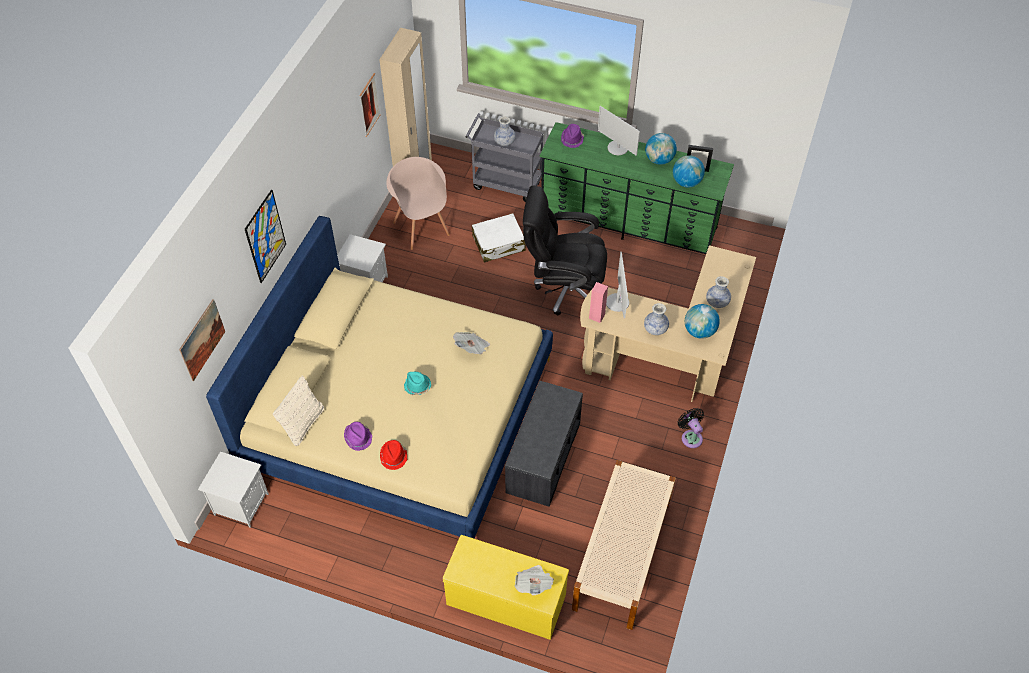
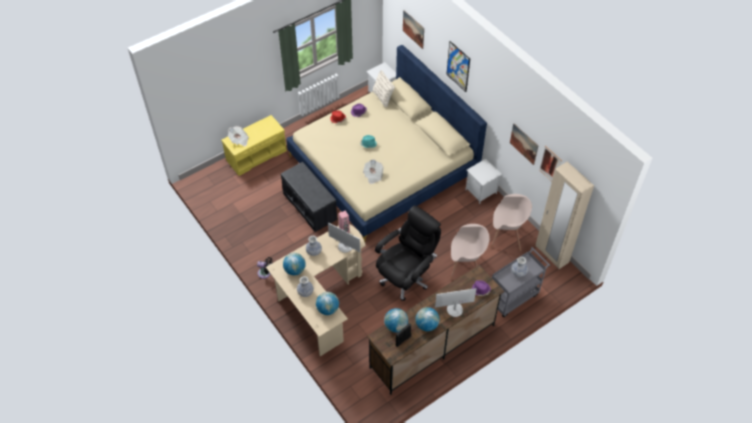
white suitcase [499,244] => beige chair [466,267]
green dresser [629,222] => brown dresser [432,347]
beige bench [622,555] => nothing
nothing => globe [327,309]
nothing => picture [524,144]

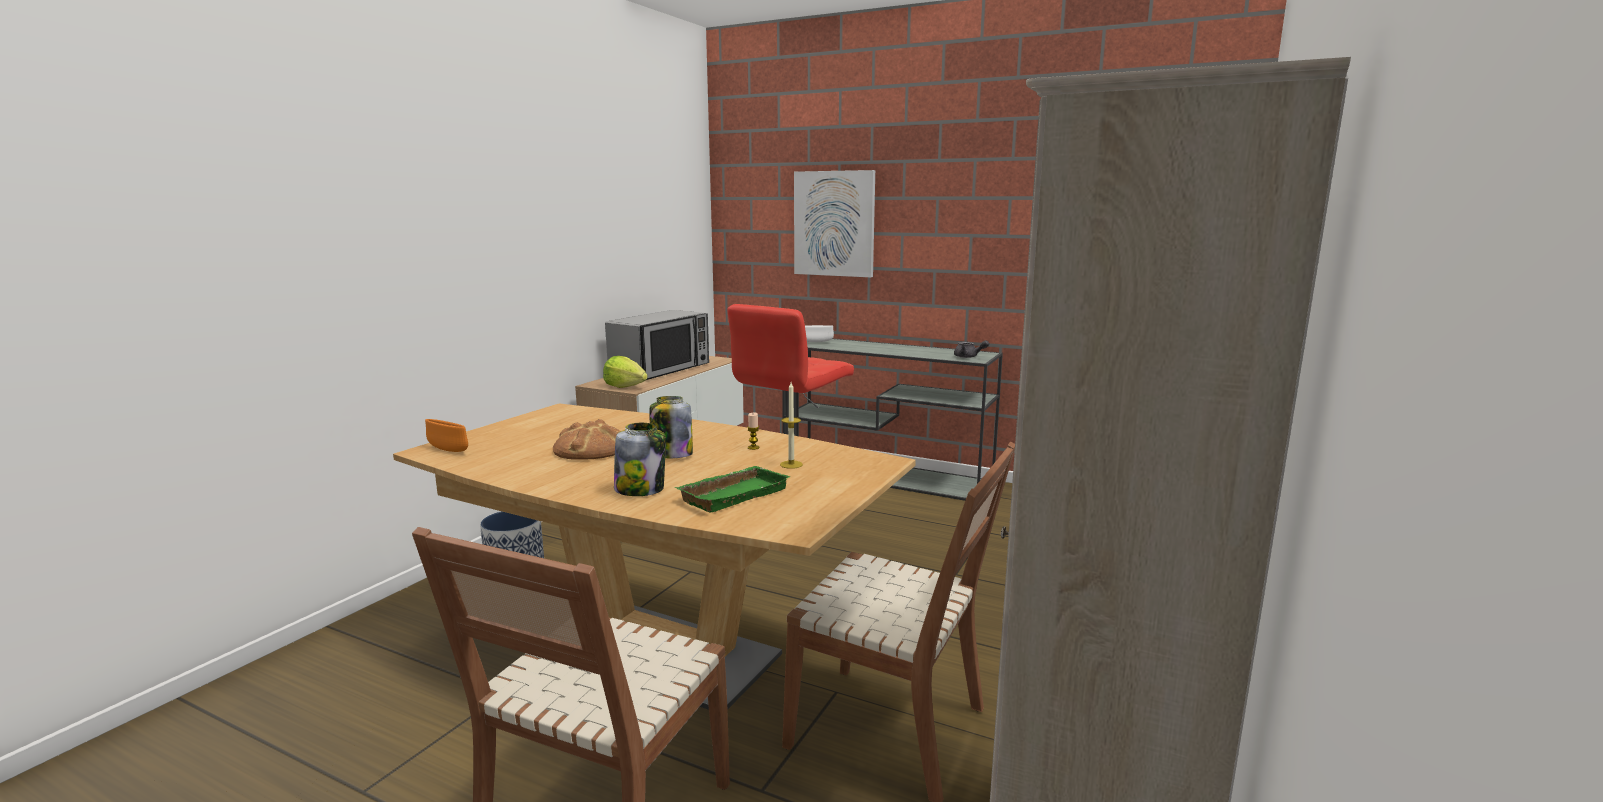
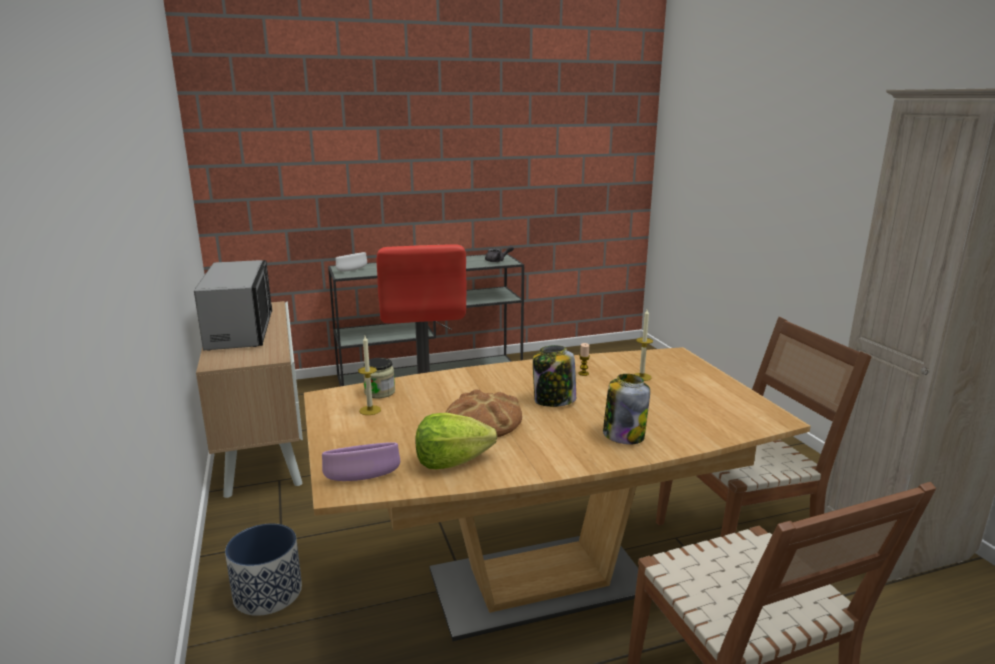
orange bowl [448,450] => purple bowl [362,478]
lettuce [625,386] => lettuce [451,461], moved
green tray [733,494] => nothing
picture [834,223] => nothing
nothing => candle [370,410]
nothing => jar [379,392]

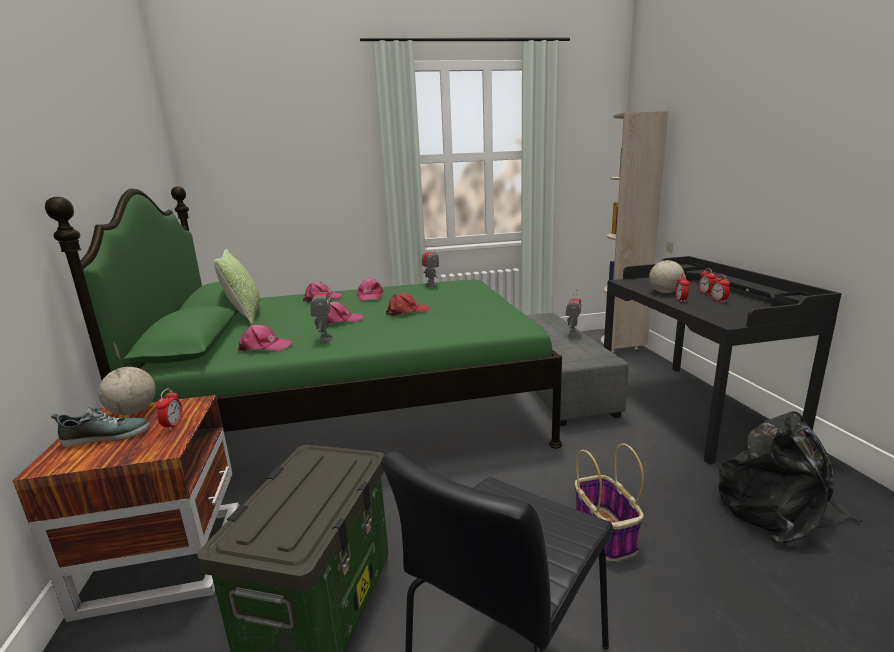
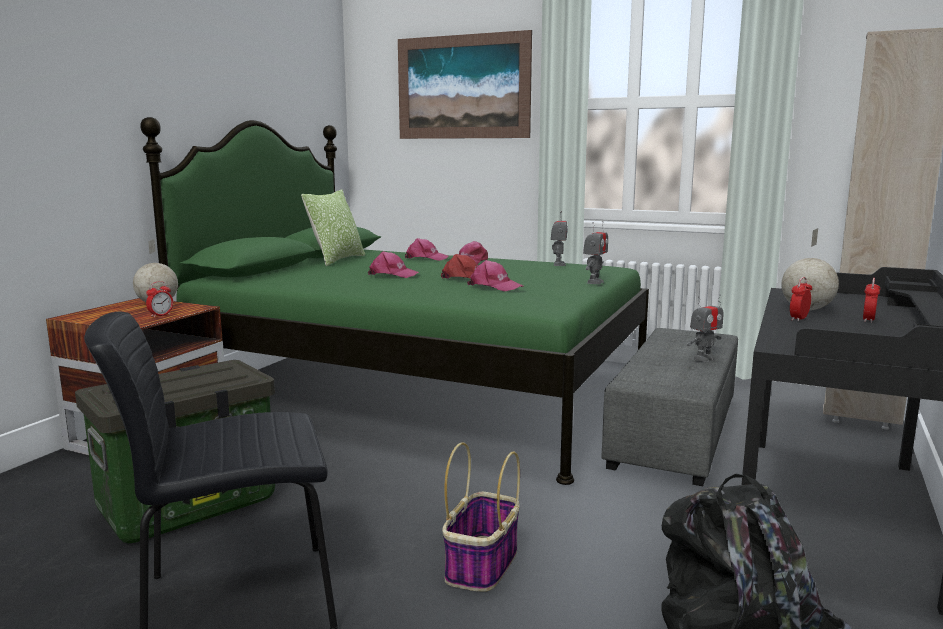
shoe [107,436] => nothing
pink cap [264,347] => pink cap [494,286], moved
toy robot [325,339] => toy robot [594,282], moved
alarm clock [718,301] => nothing
nothing => picture [463,87]

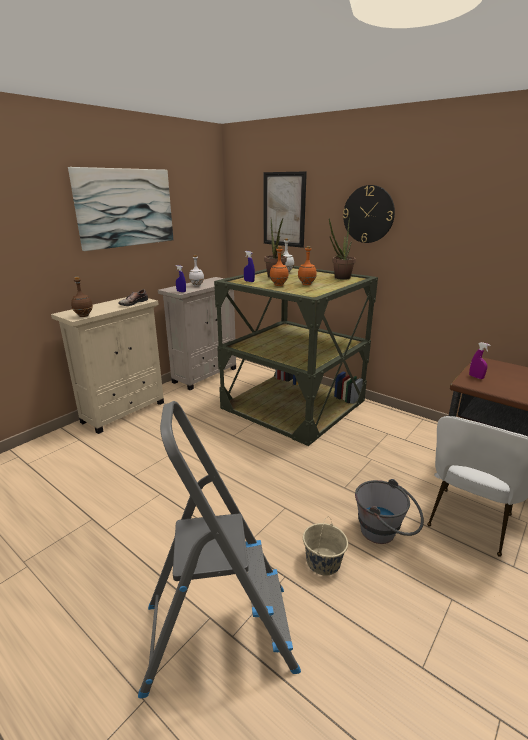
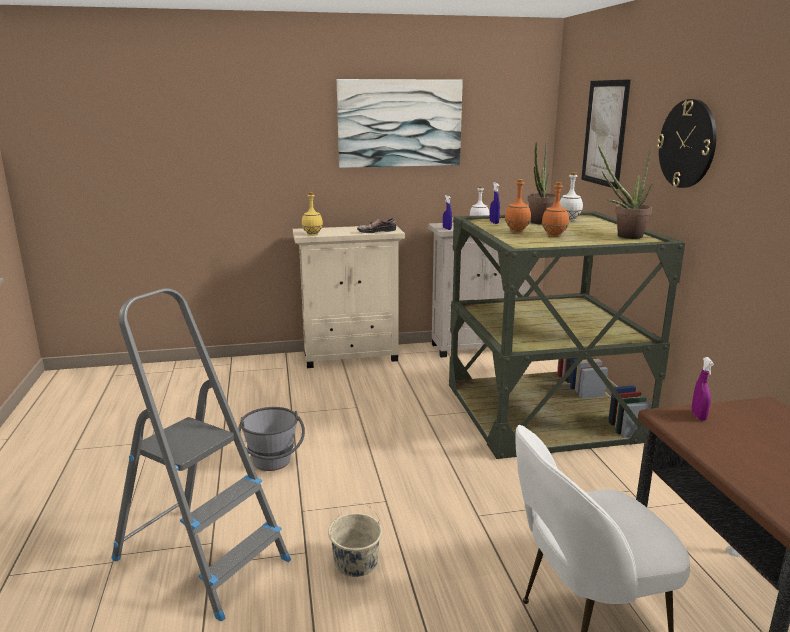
brown bottle [83,316] => yellow bottle [312,234]
grey bucket [385,534] => grey bucket [273,465], moved

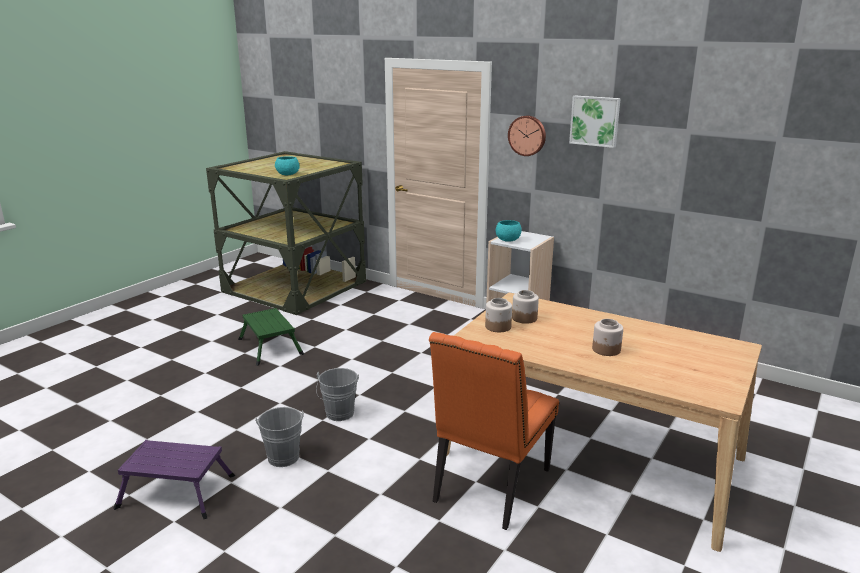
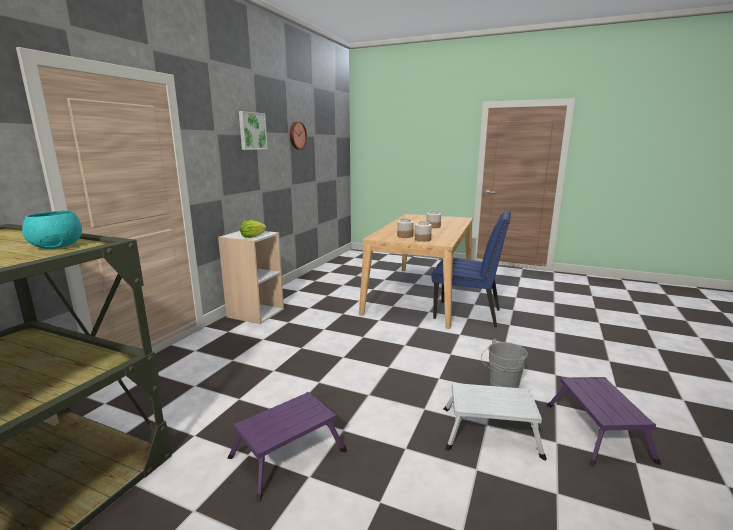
green step ladder [270,346] => purple step ladder [287,454]
grey bucket [339,415] => nothing
orange chair [492,484] => blue chair [466,314]
turquoise bowl [508,240] => lettuce [252,236]
wall clock [527,135] => wall clock [297,135], moved
nothing => white step ladder [489,432]

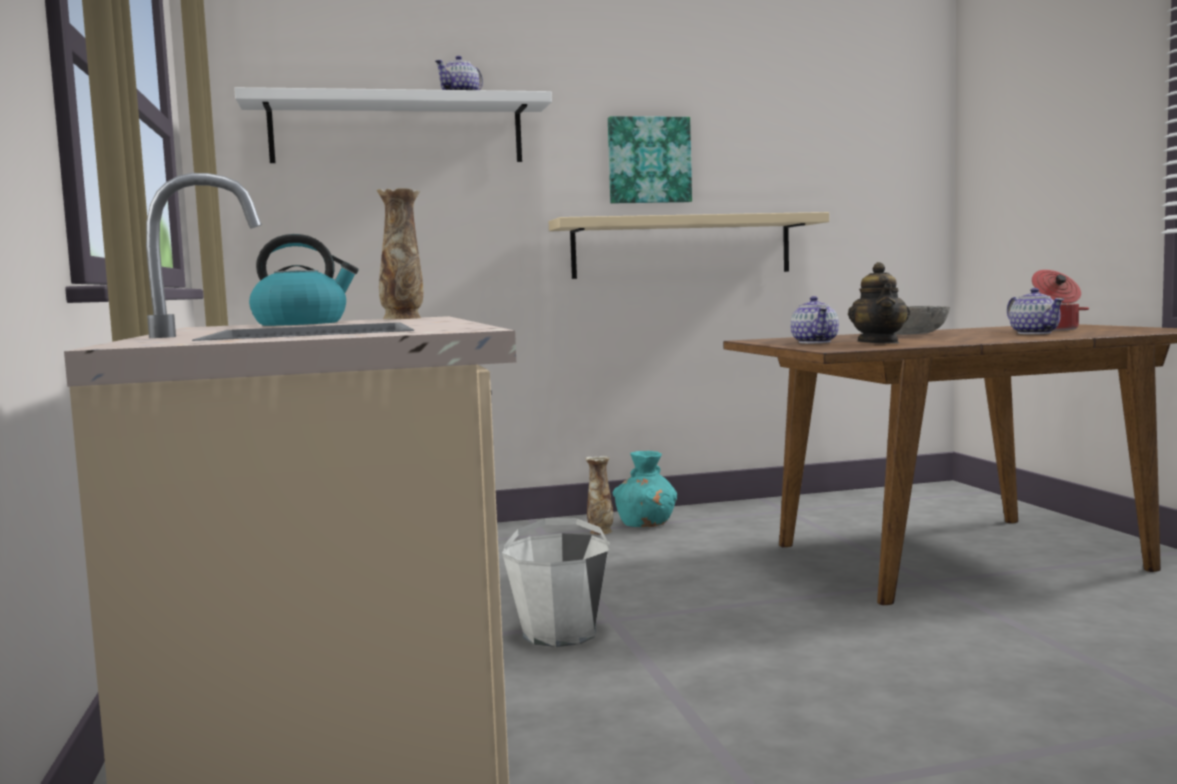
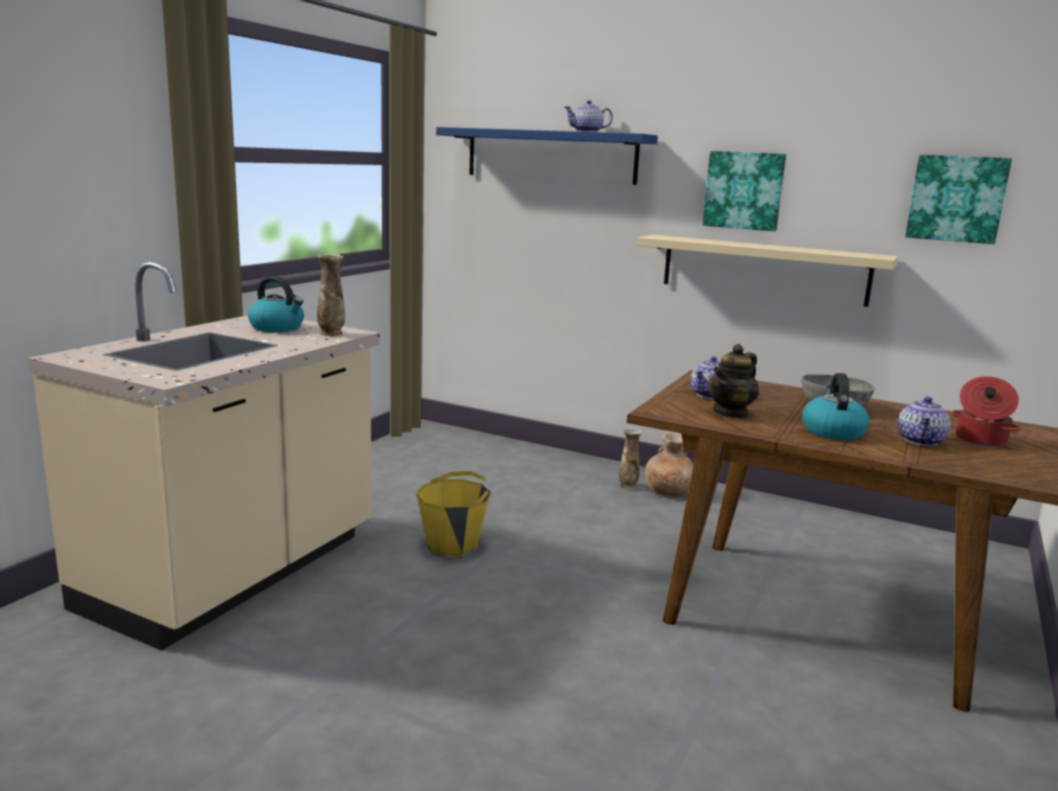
white shelf [397,131] => blue shelf [550,155]
white bucket [560,633] => yellow bucket [453,547]
turquoise vase [646,524] => brown vase [668,492]
nothing => kettle [832,431]
nothing => picture [956,198]

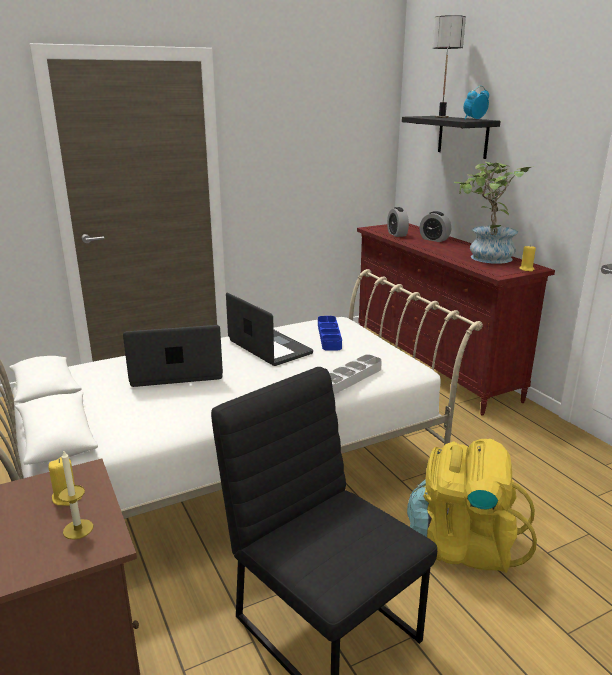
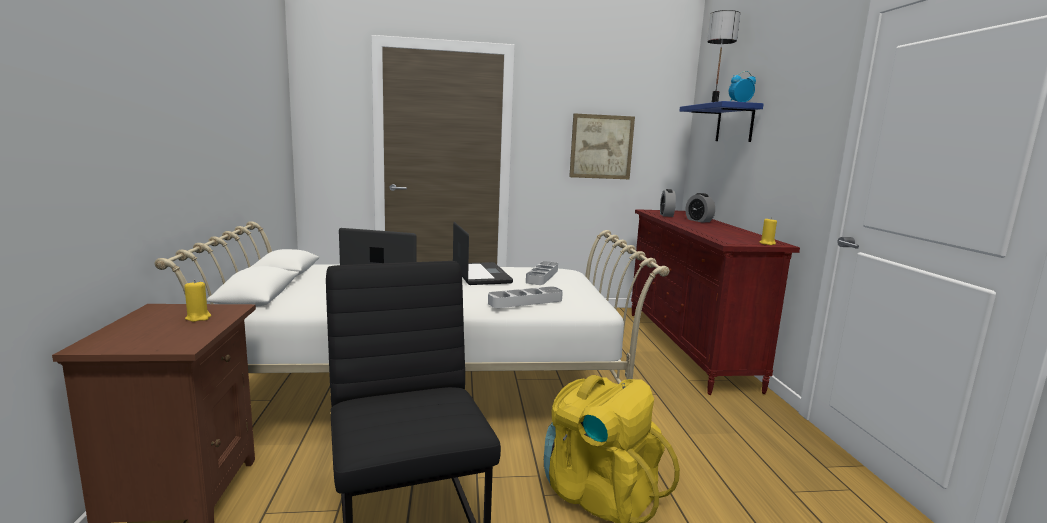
candle [78,529] => nothing
blue tray [329,336] => grey tray [542,276]
black shelf [463,136] => blue shelf [734,124]
potted plant [485,258] => nothing
nothing => picture [601,147]

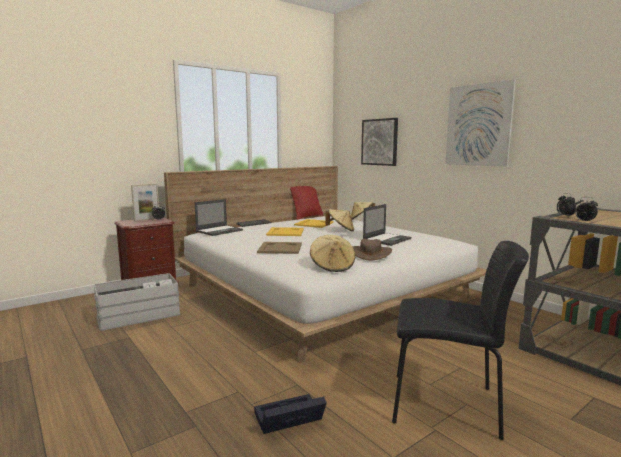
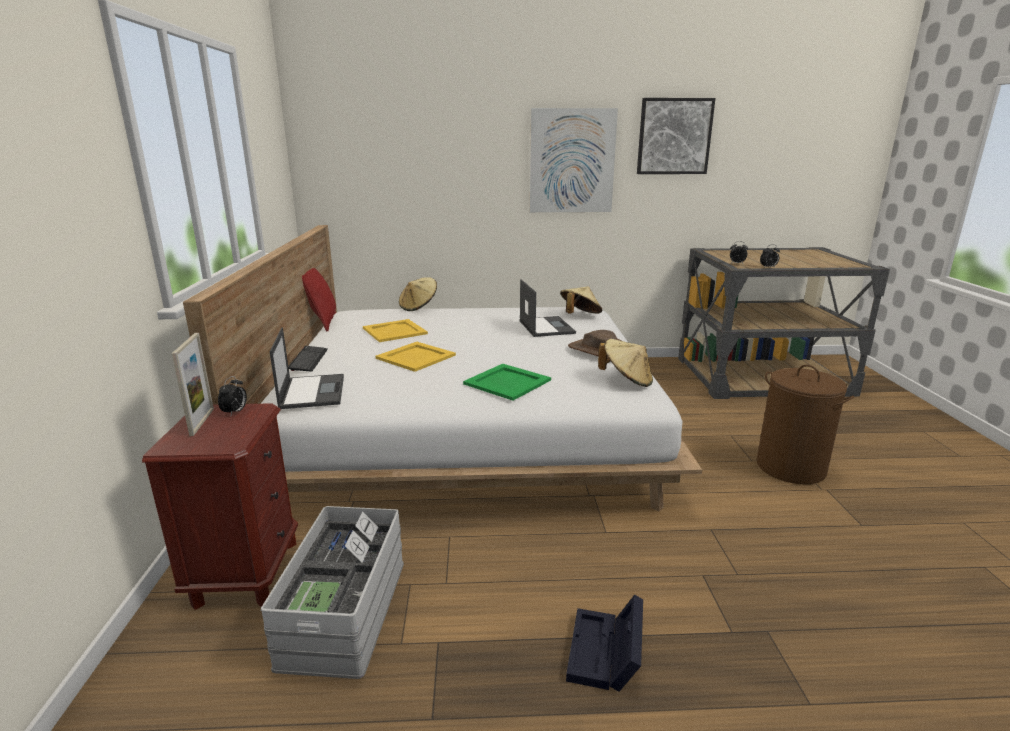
black storage box [287,420] => black storage box [605,655], moved
beige tray [279,248] => green tray [507,382]
beige hat [340,230] => beige hat [580,316], moved
picture [379,142] => picture [674,136], moved
black chair [448,405] => brown laundry basket [791,467]

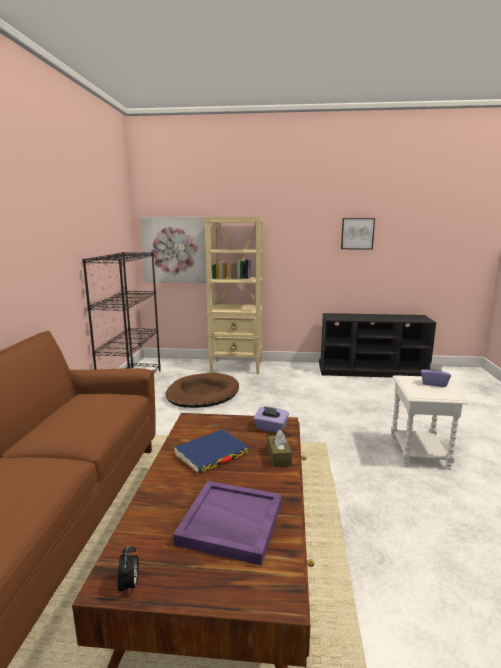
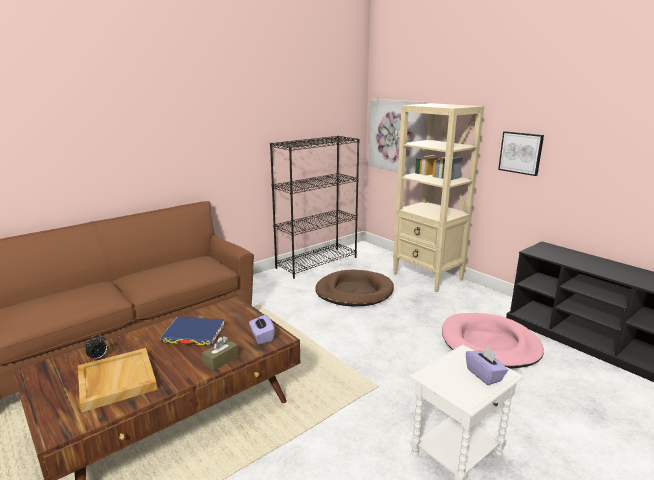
alarm clock [129,586] => alarm clock [98,358], moved
purple tray [230,523] => beige tray [116,380]
picture [357,233] => picture [521,153], moved
nothing => pink dog bed [489,344]

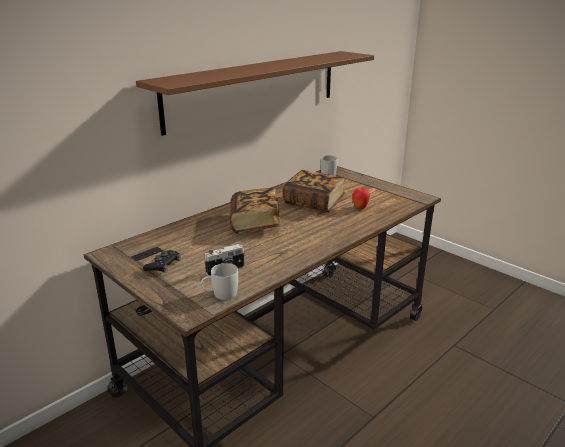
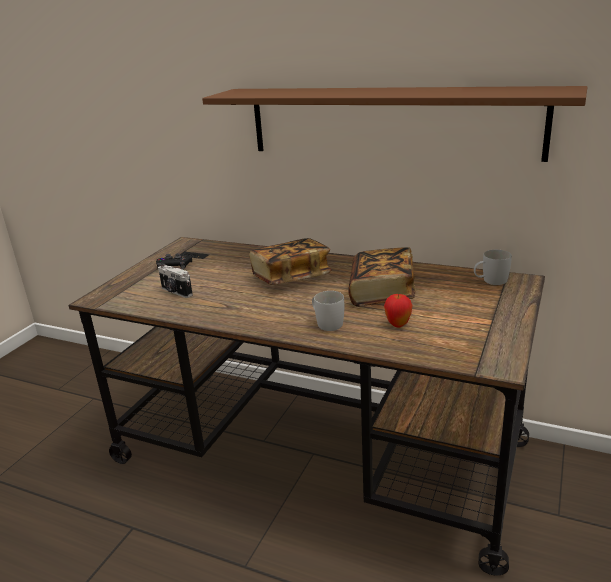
white mug [220,295] => white mug [326,323], moved

